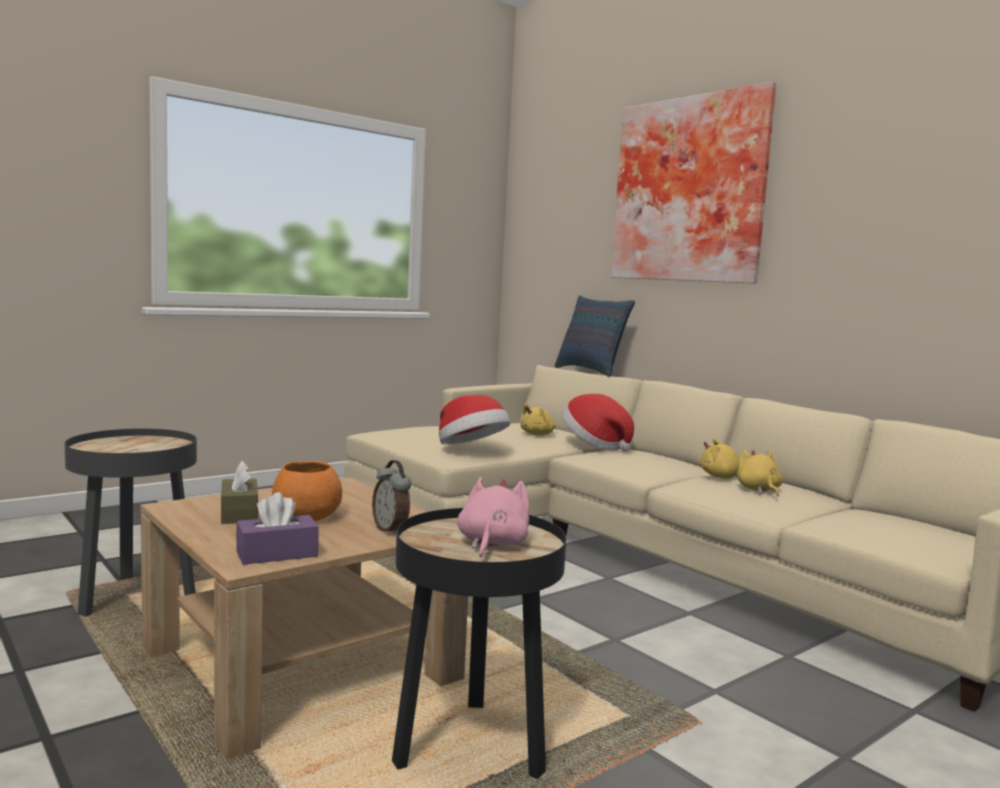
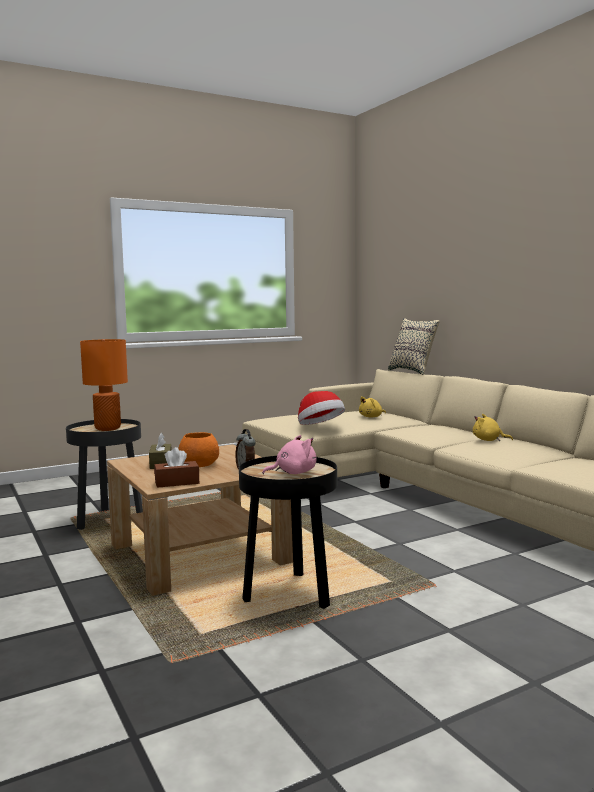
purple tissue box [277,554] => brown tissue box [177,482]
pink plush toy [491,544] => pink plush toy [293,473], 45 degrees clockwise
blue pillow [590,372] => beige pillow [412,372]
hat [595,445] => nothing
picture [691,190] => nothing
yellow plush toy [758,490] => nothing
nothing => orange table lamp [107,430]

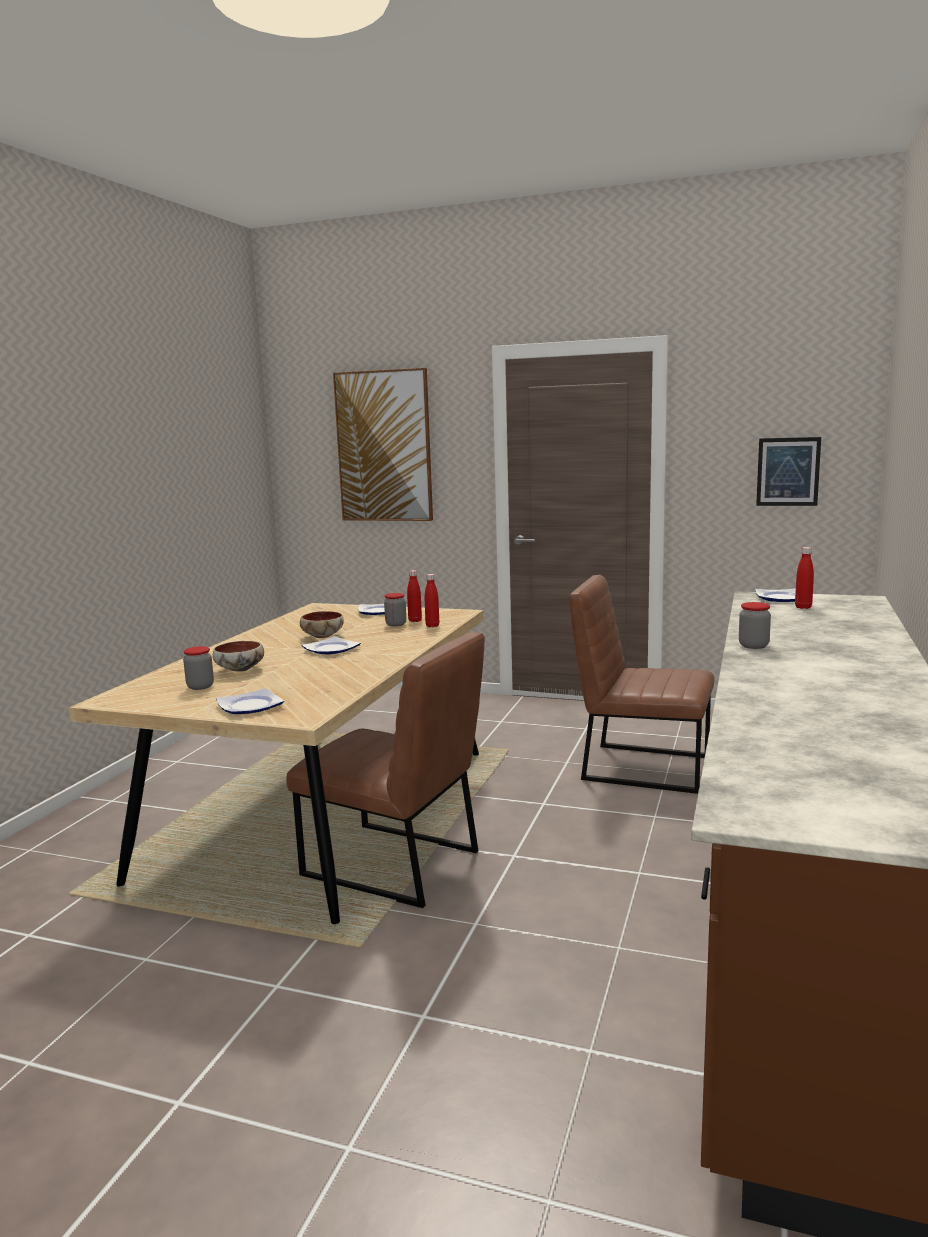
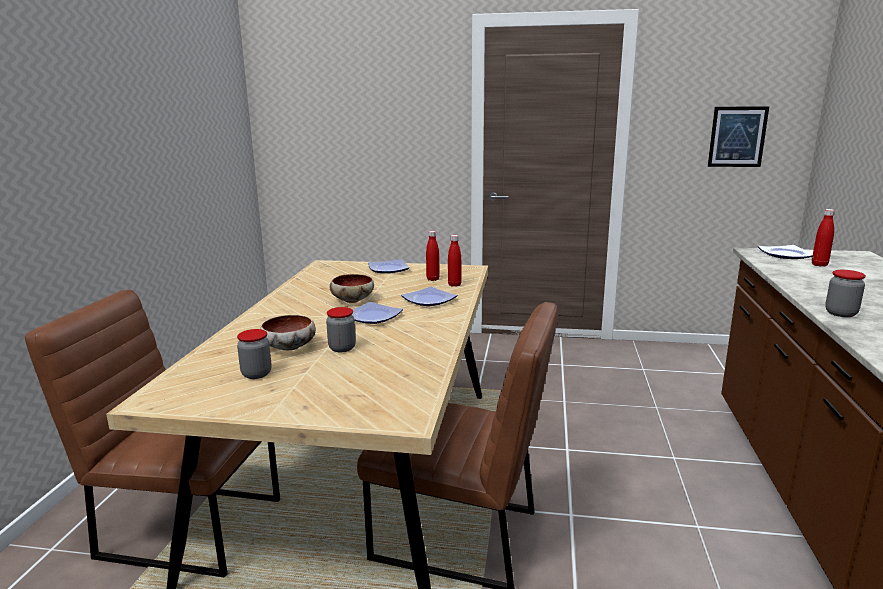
plate [249,706] => plate [428,300], moved
picture [384,446] => nothing
jar [396,624] => jar [342,348], moved
brown chair [642,767] => brown chair [187,526], moved

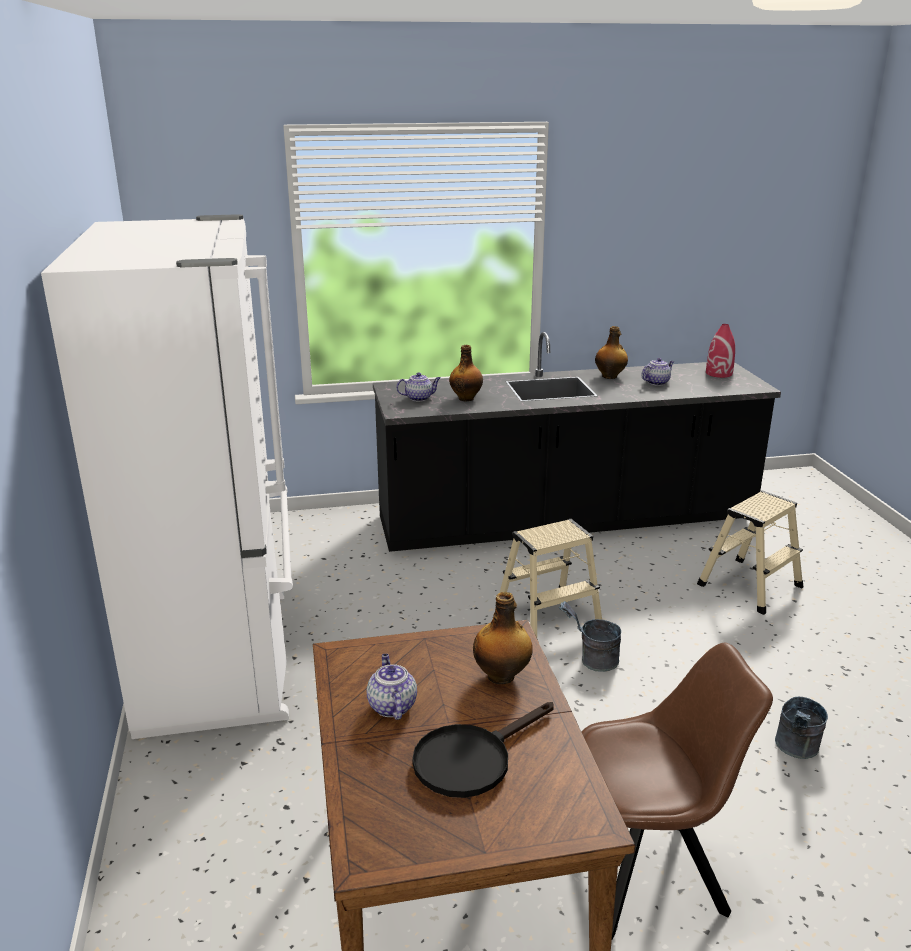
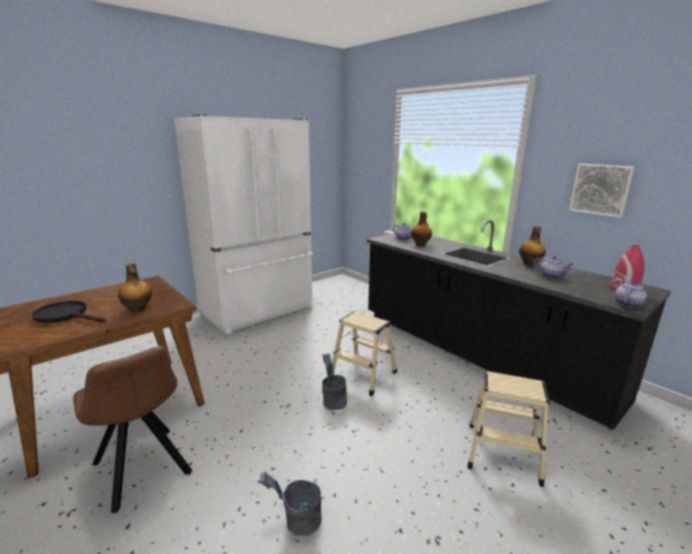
teapot [391,706] => teapot [627,304], moved
nothing => picture [601,189]

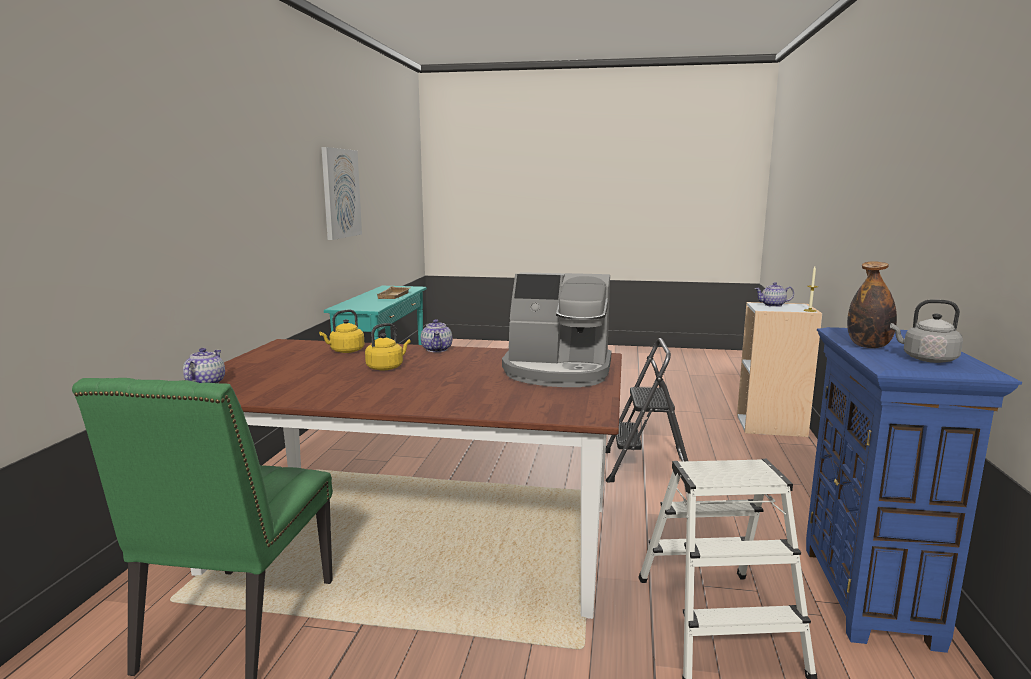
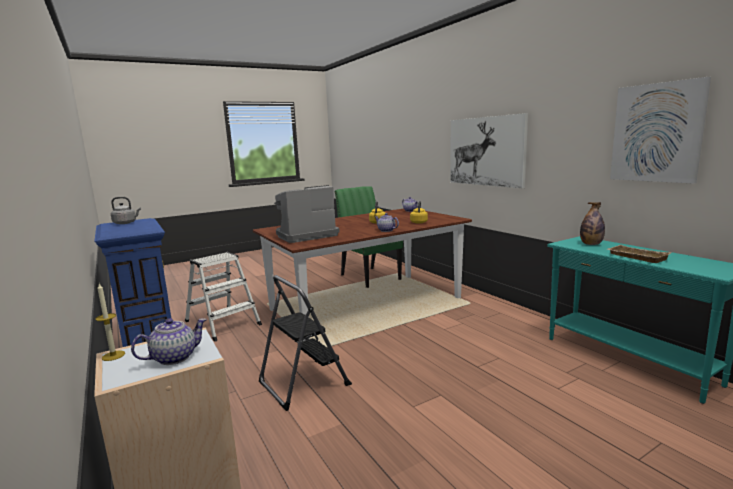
bottle [868,346] => bottle [591,244], moved
nothing => picture [486,151]

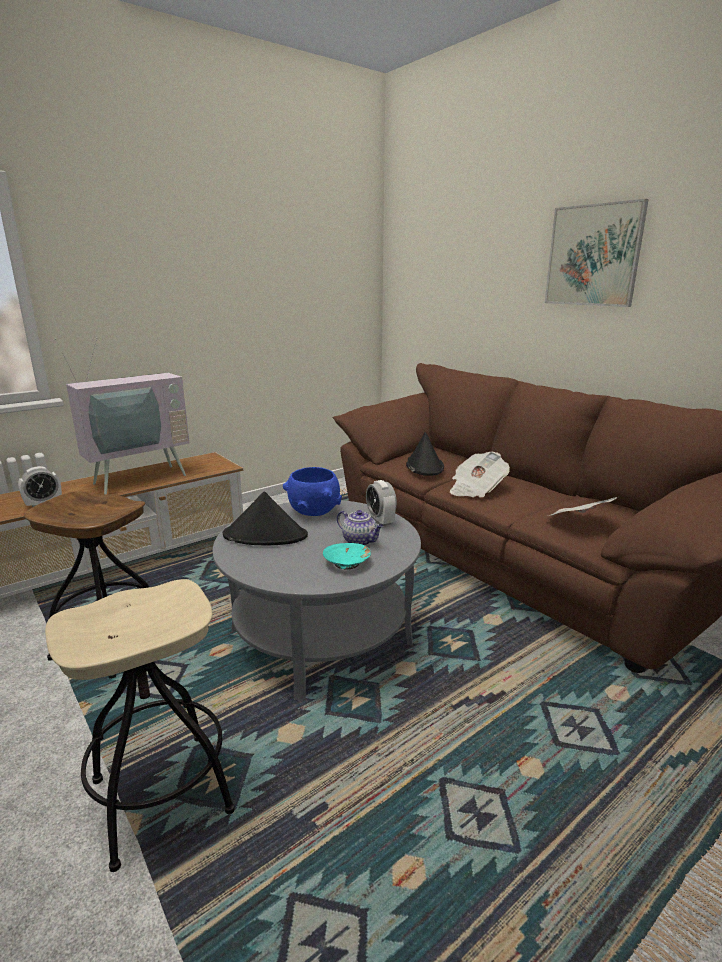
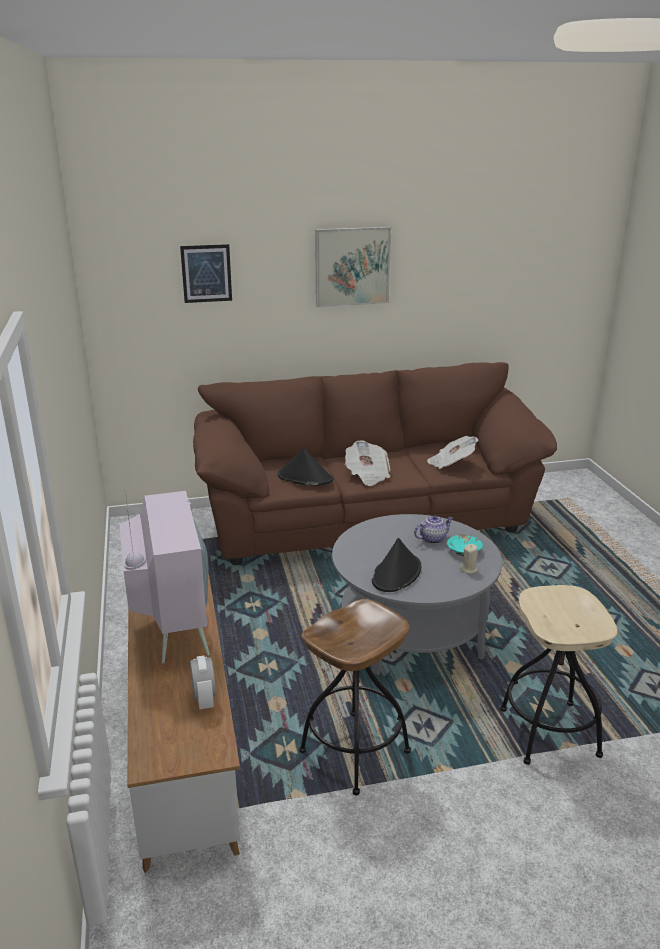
blue bowl [313,512] => nothing
alarm clock [380,521] => nothing
nothing => picture [206,273]
nothing => beige candle [469,569]

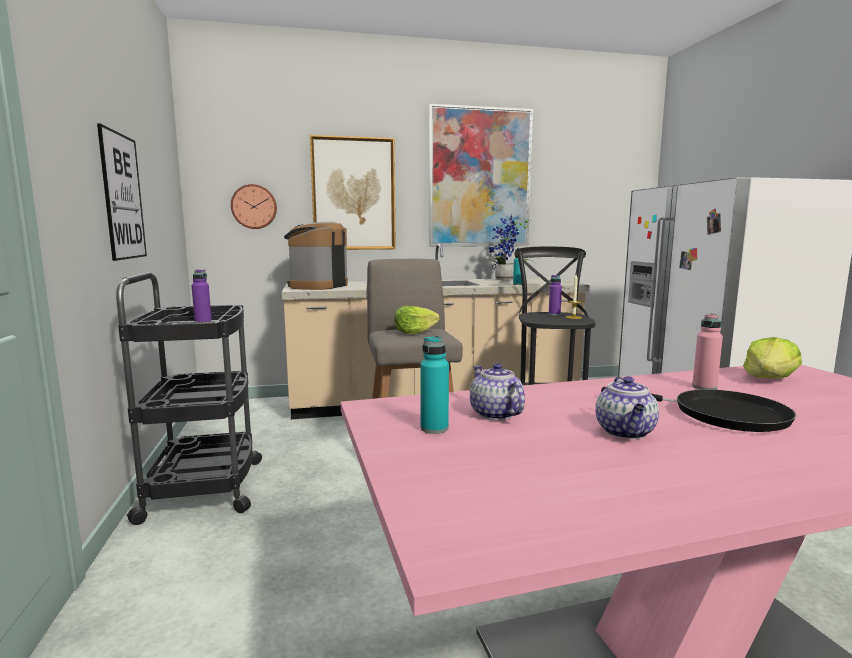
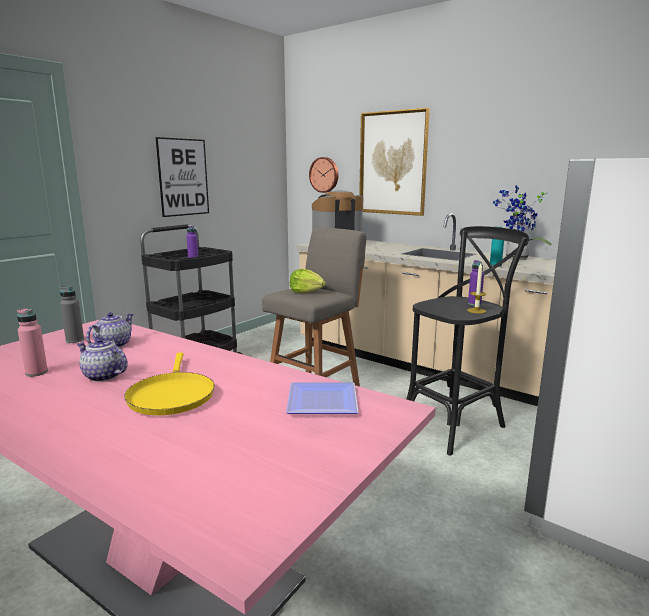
turquoise bottle [434,428] => grey bottle [75,340]
picture [480,178] => nothing
teapot [626,432] => teapot [103,376], 60 degrees clockwise
black frying pan [721,415] => yellow frying pan [171,395]
pink bottle [704,387] => pink bottle [36,372], moved
lettuce [769,379] => plate [324,402]

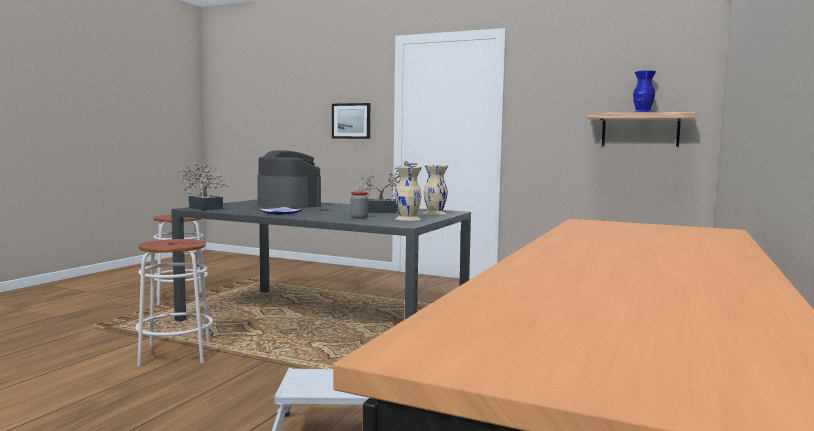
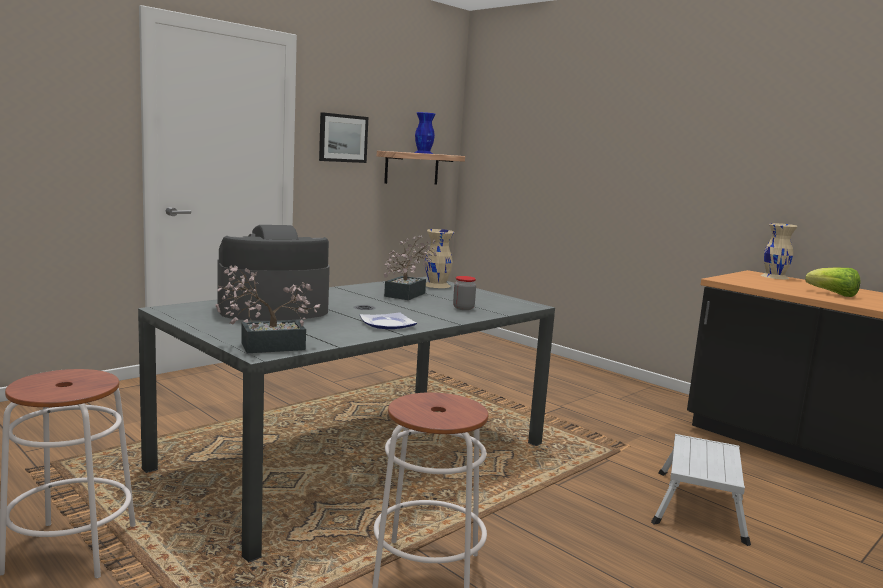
picture [351,121] => picture [343,138], moved
beige vase [408,219] => beige vase [774,276], moved
nothing => lettuce [833,294]

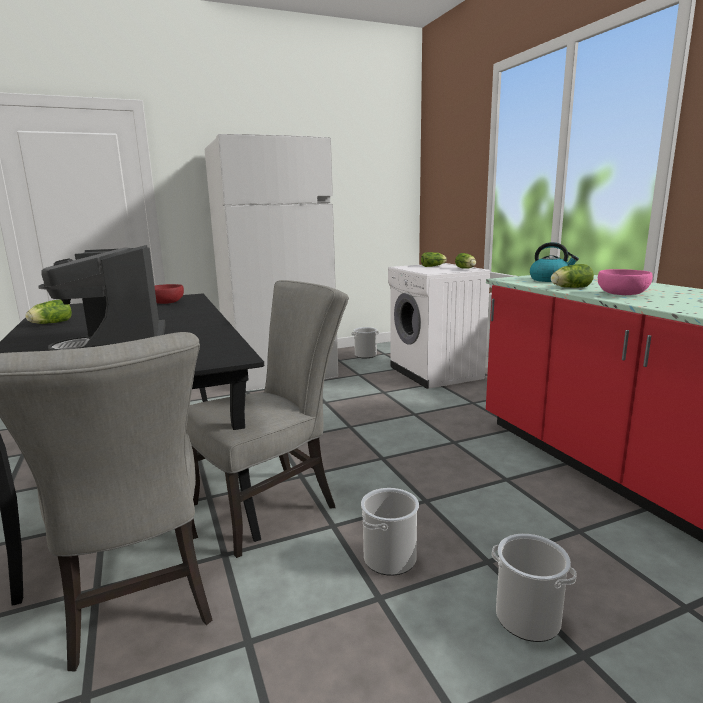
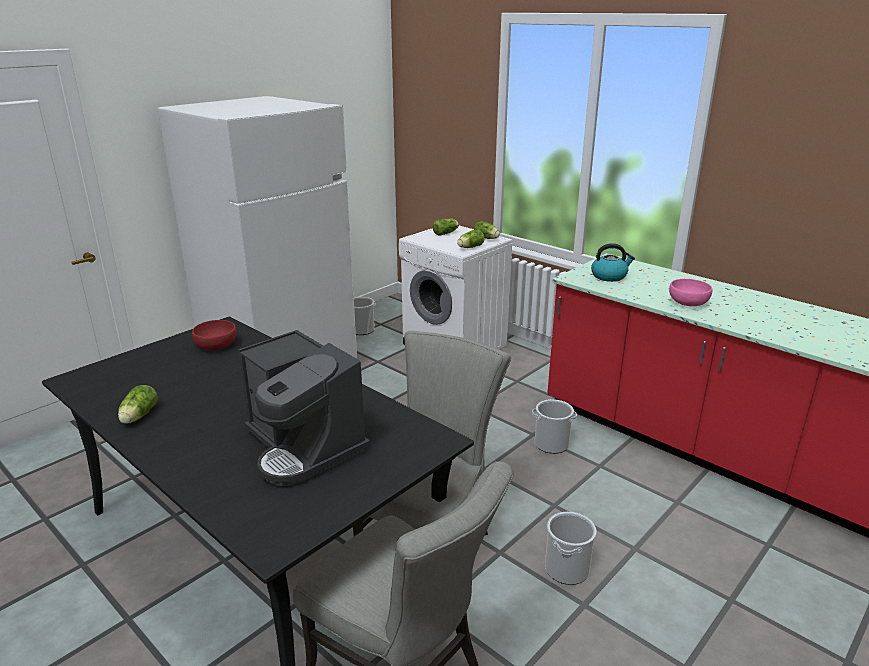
bucket [528,618] => bucket [551,444], moved
lettuce [569,288] => lettuce [469,247], moved

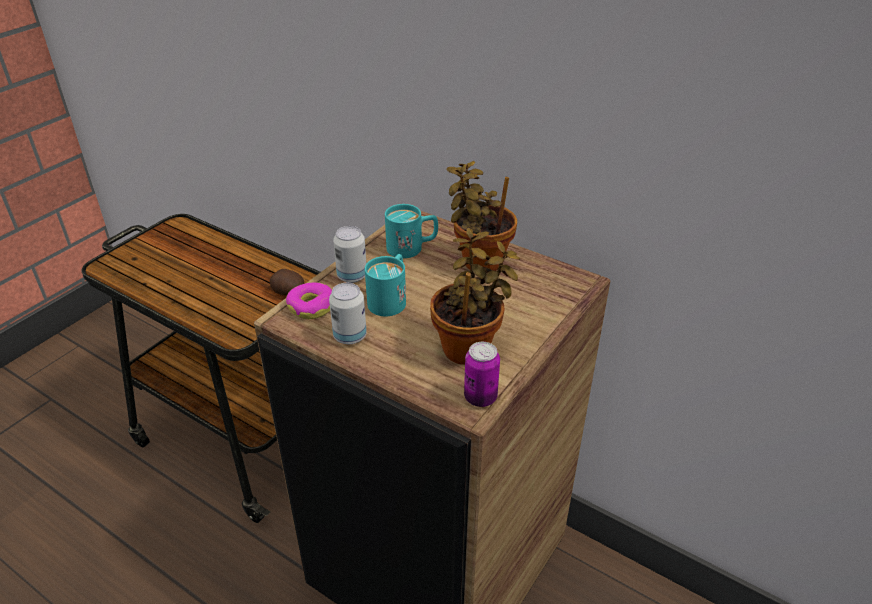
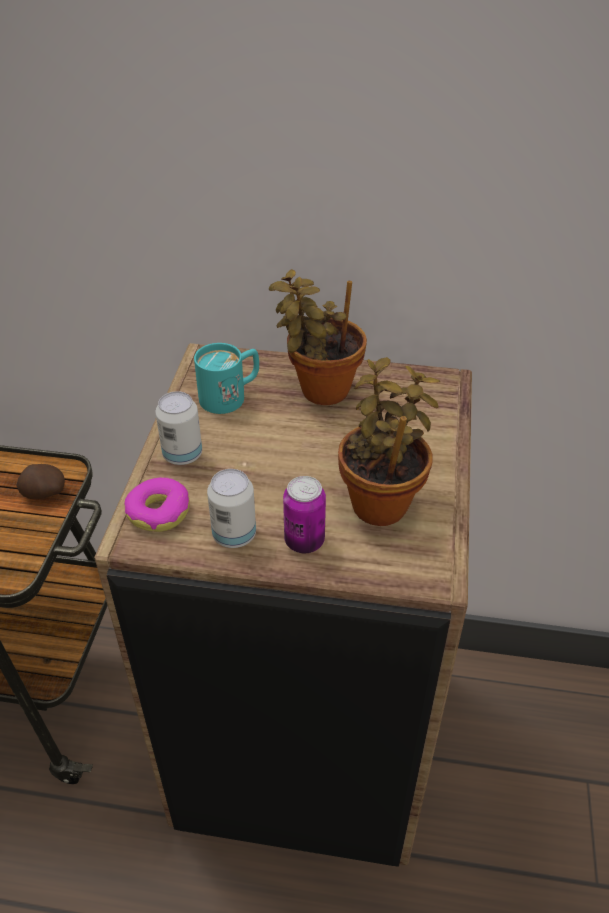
turquoise mug [390,299] => nothing
can [480,397] => can [304,541], moved

